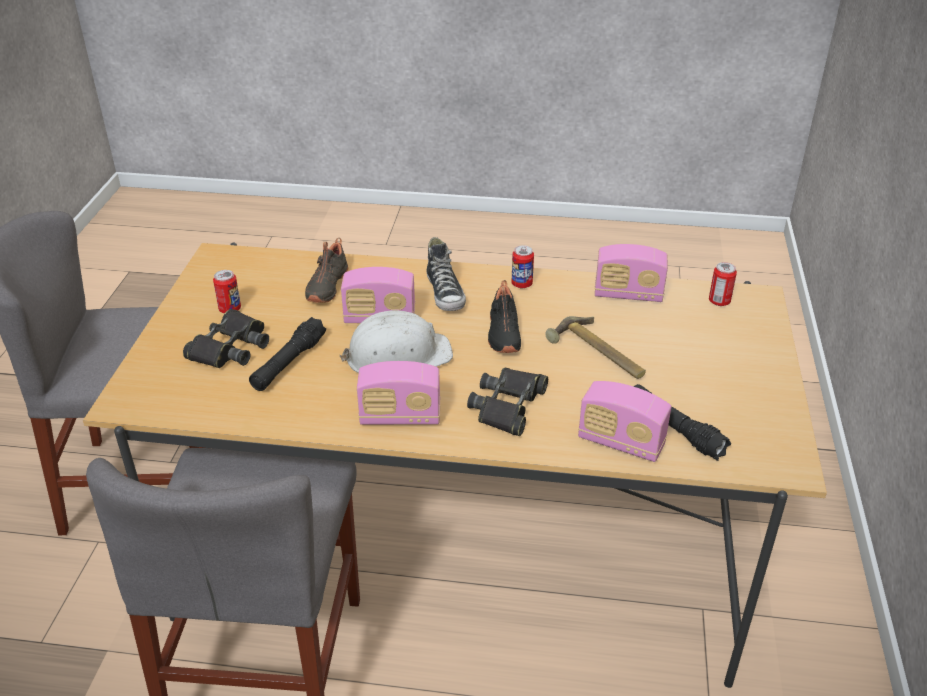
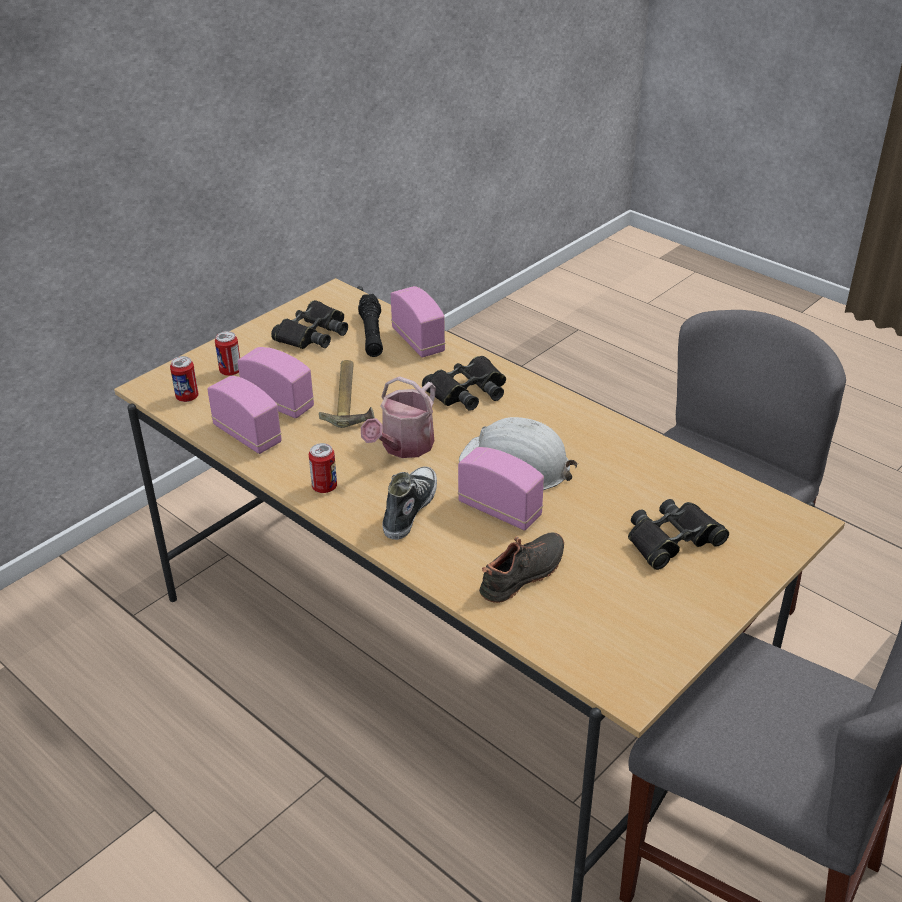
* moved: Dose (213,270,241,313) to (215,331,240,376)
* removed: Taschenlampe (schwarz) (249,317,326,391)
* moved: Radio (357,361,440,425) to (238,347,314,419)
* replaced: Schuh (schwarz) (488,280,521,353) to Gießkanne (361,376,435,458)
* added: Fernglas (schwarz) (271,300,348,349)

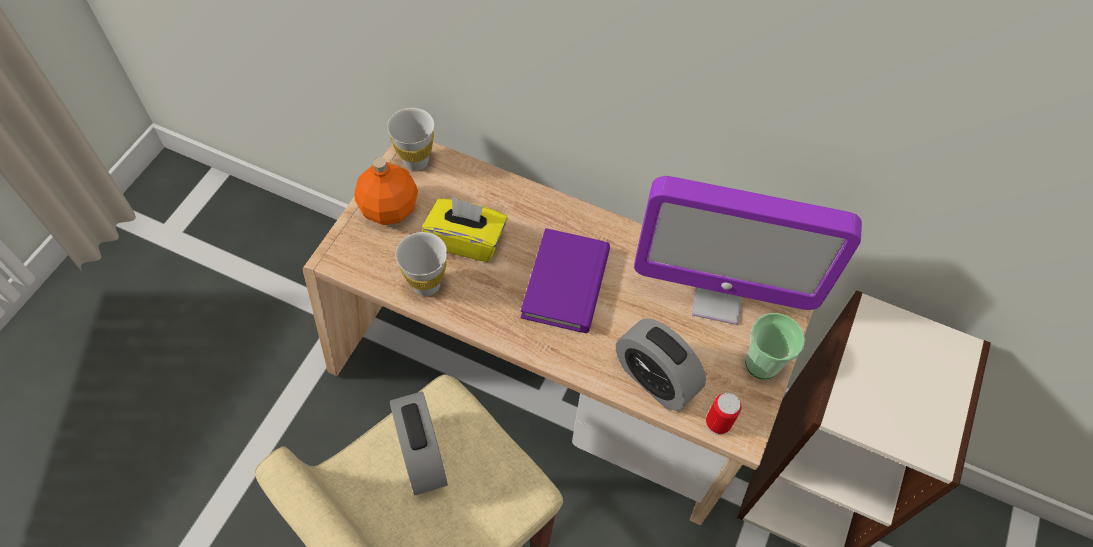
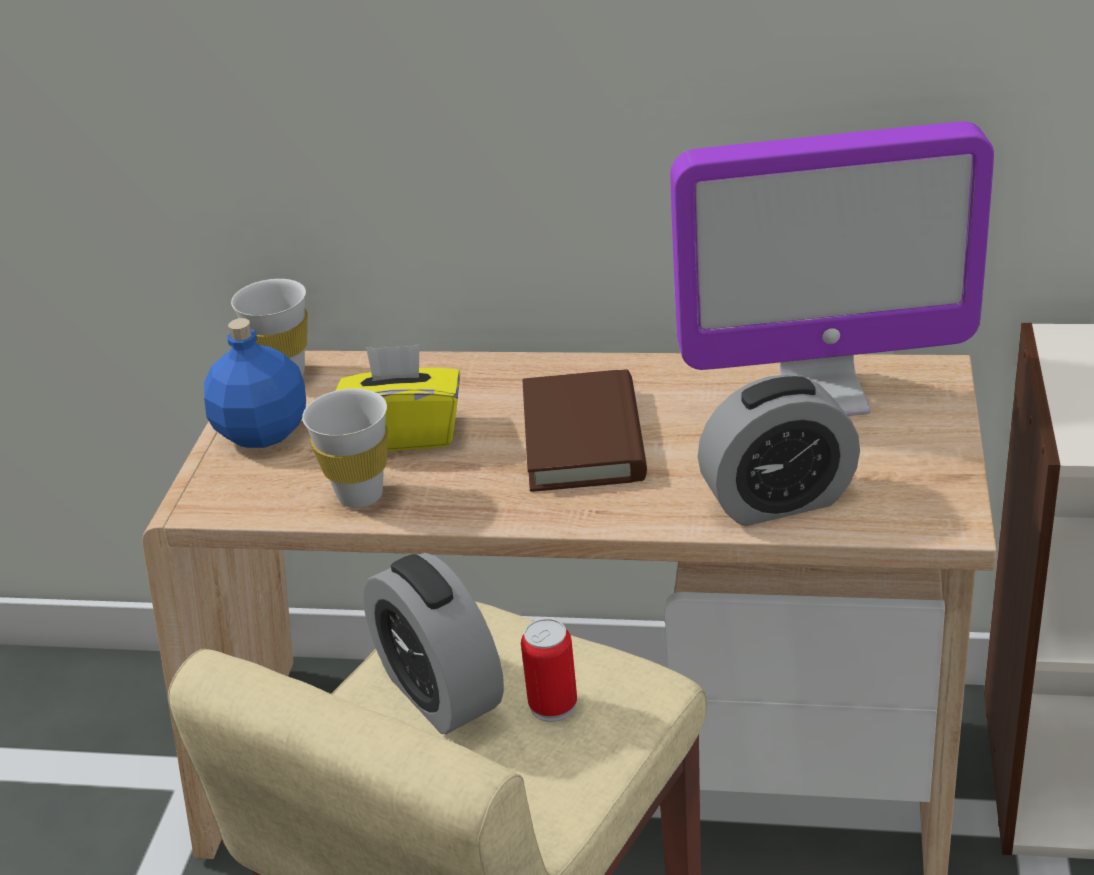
* recoloured: Flasche (orange) (354,157,418,225) to Flasche (blau) (204,318,306,448)
* recoloured: Buch (lila) (521,228,610,333) to Buch (braun) (523,369,647,492)
* turned: Wecker (616,319,706,411) = (698,375,860,526) 45 degrees counterclockwise
* moved: Dose (706,393,742,435) to (521,619,577,722)
* removed: Tasse (745,313,805,379)

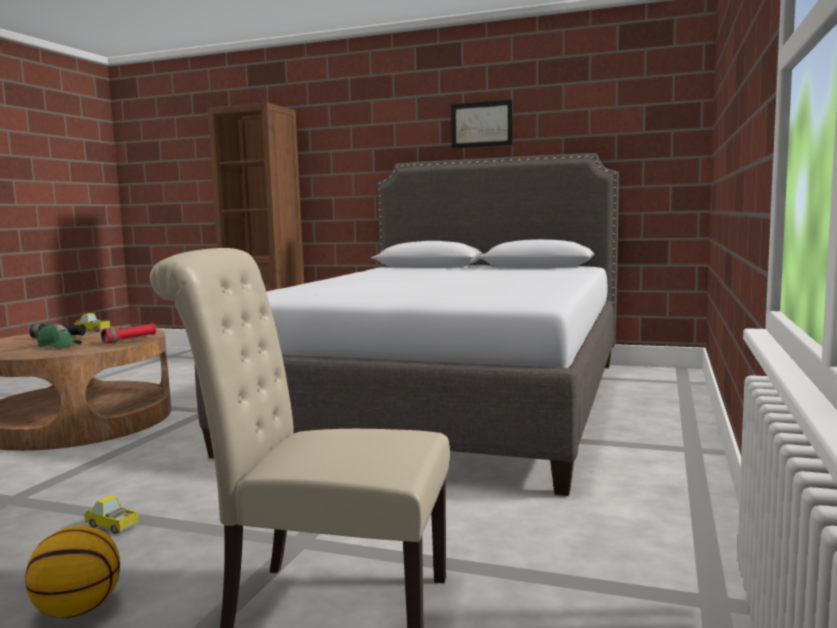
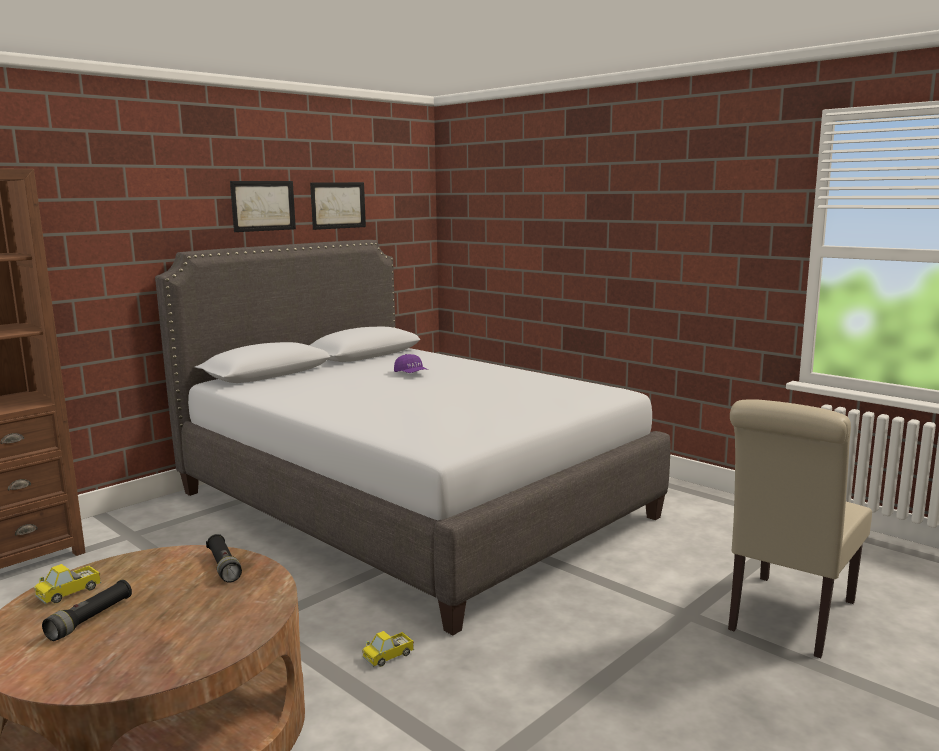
* removed: Basketball (25,526,120,618)
* removed: Kappe (grün) (37,323,82,349)
* moved: Spielzeuglaster (84,495,140,534) to (362,631,414,667)
* recoloured: Taschenlampe (rot) (101,323,156,343) to Taschenlampe (schwarz) (206,534,242,582)
* added: Bild (310,182,366,230)
* added: Kappe (lila) (394,354,428,373)

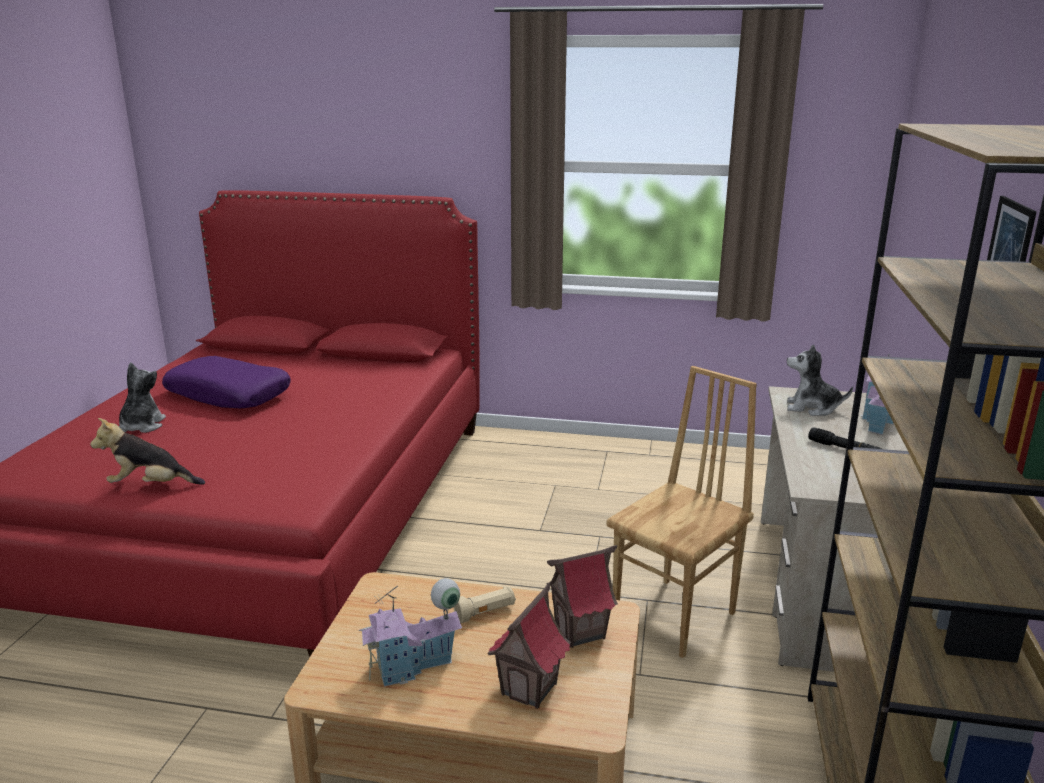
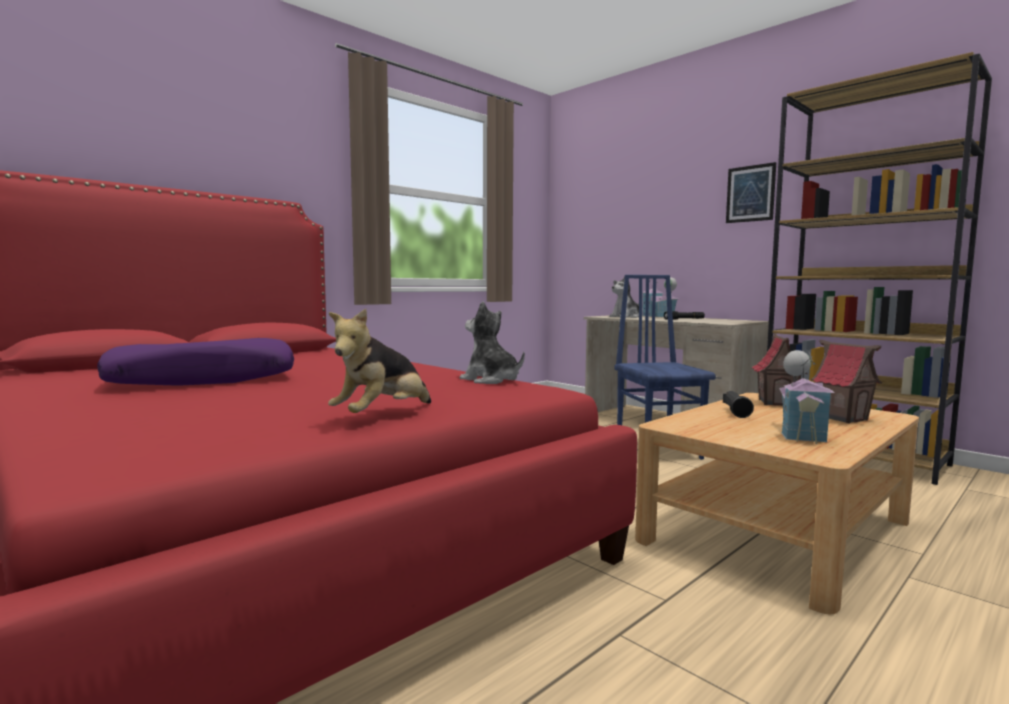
* moved: Plüschtier (119,362,166,433) to (460,301,525,384)
* recoloured: Taschenlampe (beige) (453,586,516,623) to Taschenlampe (schwarz) (723,391,754,418)
* recoloured: Stuhl (braun) (607,366,757,658) to Stuhl (blau) (614,275,716,460)

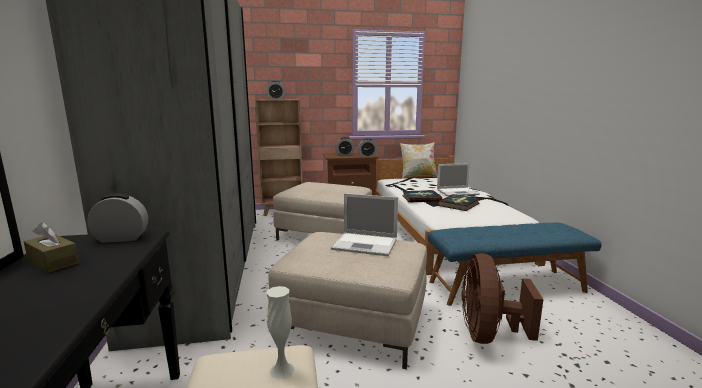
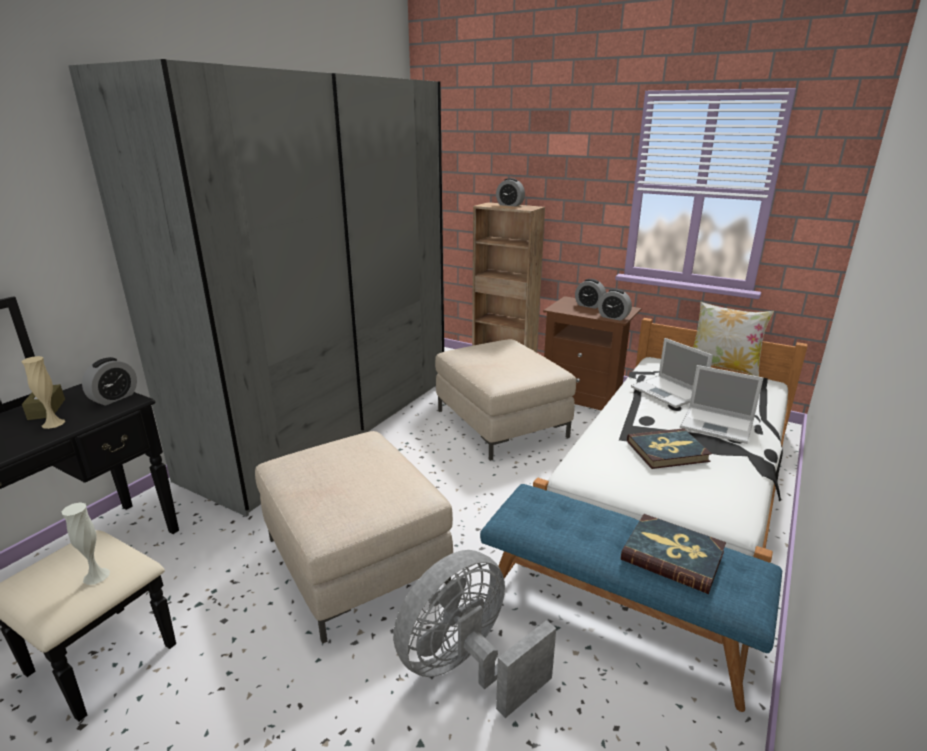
* turned: Wecker (87,194,148,243) = (82,357,137,406) 90 degrees clockwise
* moved: Laptop (331,193,398,256) to (631,338,713,408)
* moved: Buch (402,190,442,203) to (621,514,726,594)
* recoloured: Ventilator (braun) (462,253,543,344) to Ventilator (grau) (393,550,556,718)
* added: Vase (beige) (22,356,65,429)

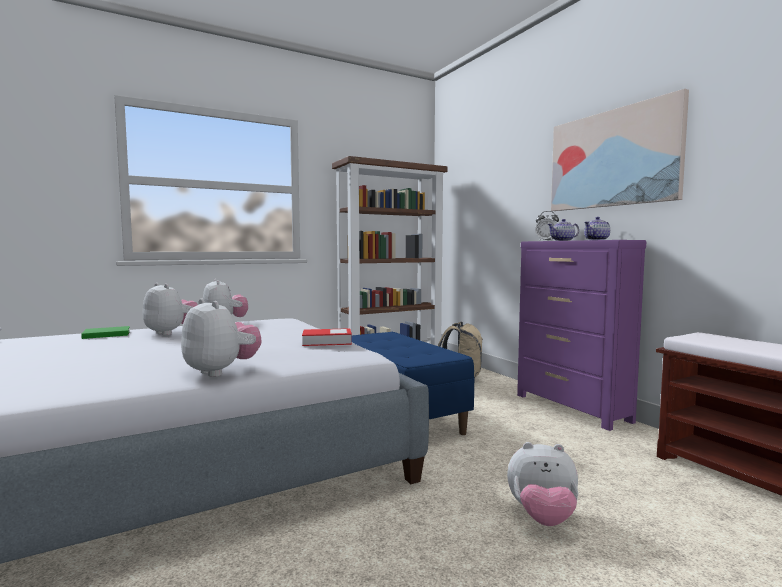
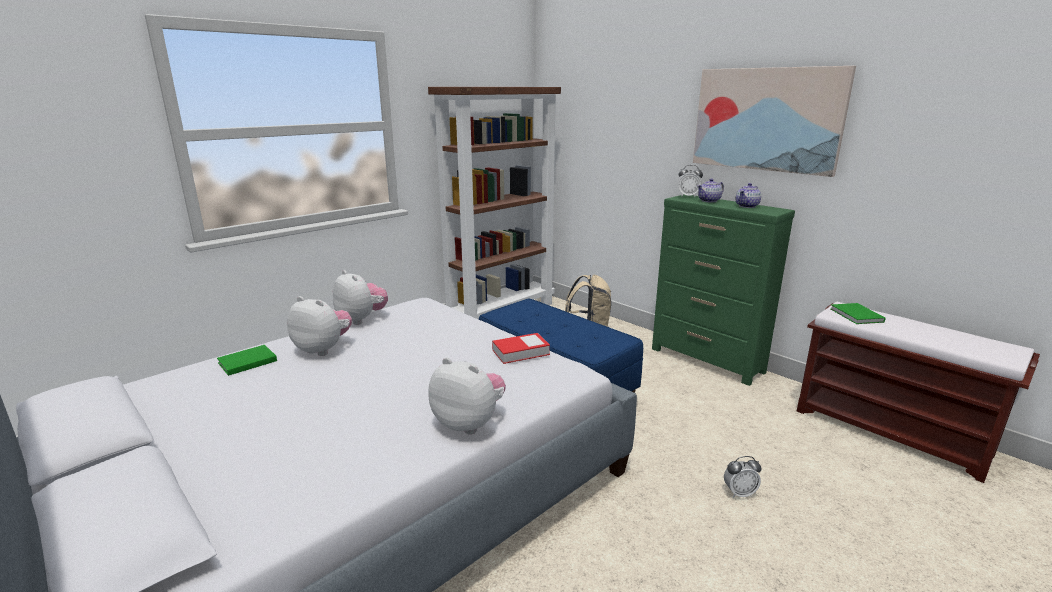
* replaced: Plüschtier (507,442,578,526) to Wecker (724,456,761,498)
* recoloured: Kommode (lila) (517,240,646,431) to Kommode (grün) (652,195,795,386)
* added: Buch (grün) (831,303,885,324)

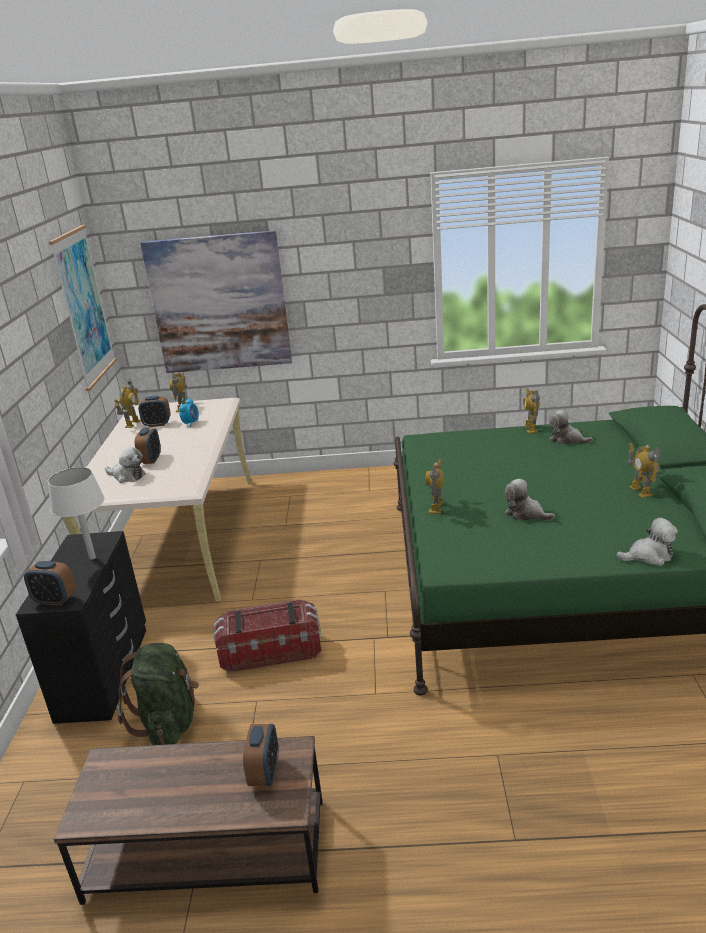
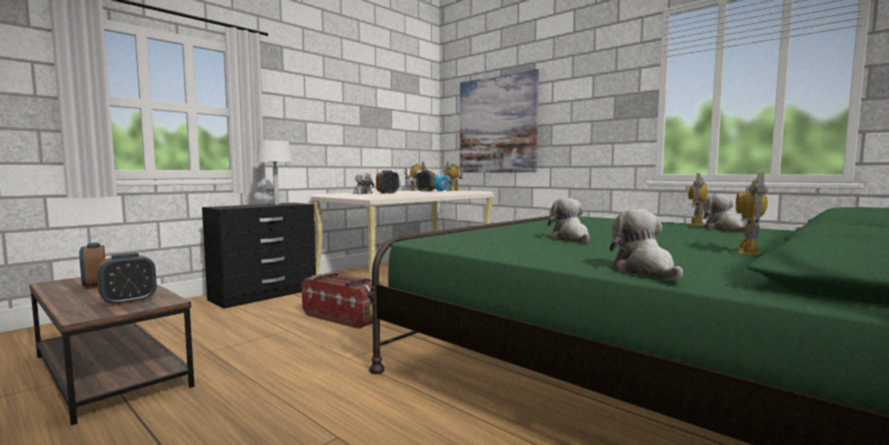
* moved: Wecker (24,561,76,606) to (79,243,105,289)
* removed: Bild (49,225,117,391)
* removed: Rucksack (grün) (117,643,199,745)
* removed: Spielzeugroboter (425,459,444,514)
* turned: Plüschtier (616,517,678,566) = (610,209,683,281) 135 degrees counterclockwise

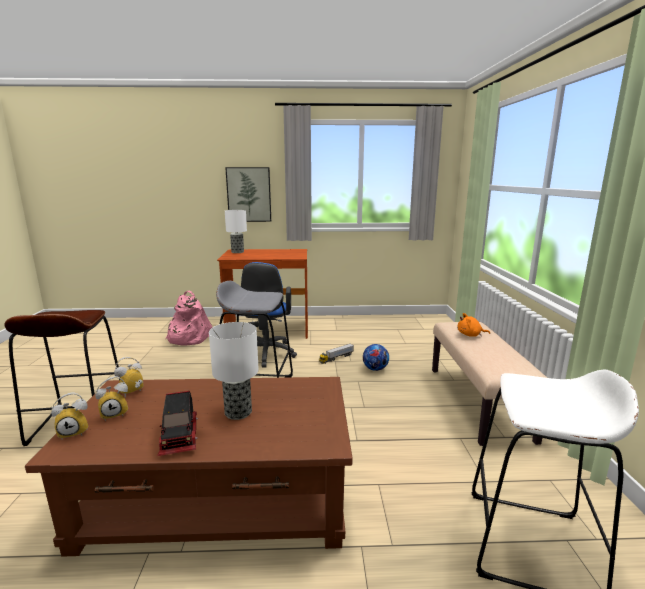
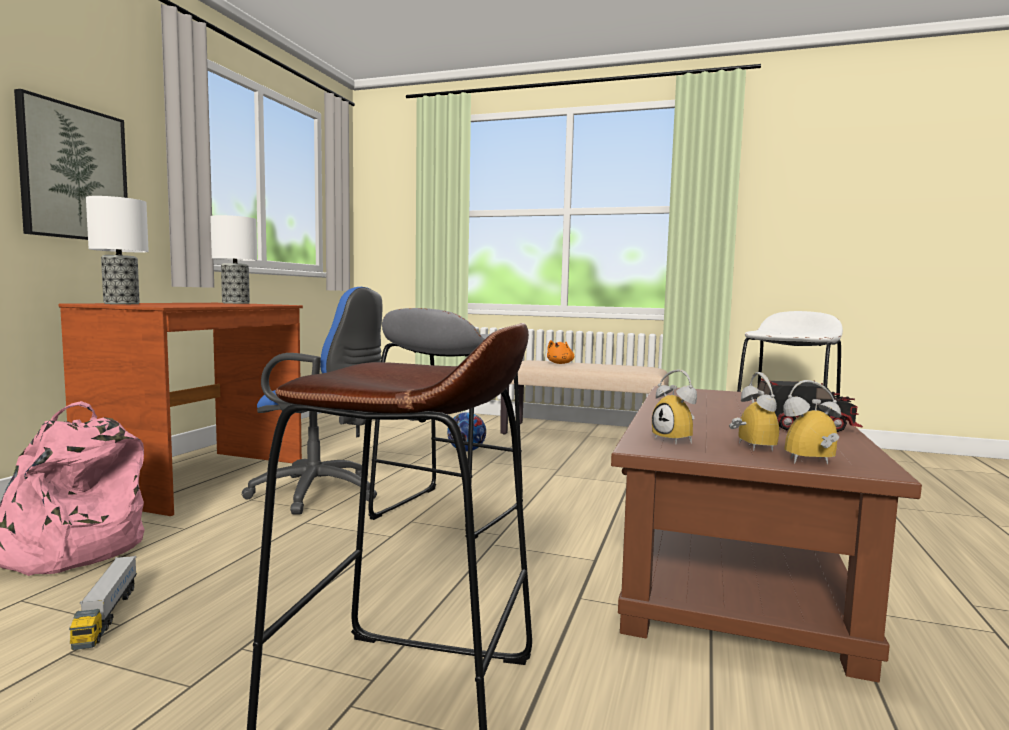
* turned: Wecker (51,392,88,439) = (783,380,841,464) 90 degrees counterclockwise
* moved: Tischlampe (209,322,259,420) to (210,215,257,304)
* moved: Spielzeuglaster (319,344,354,364) to (69,556,137,650)

